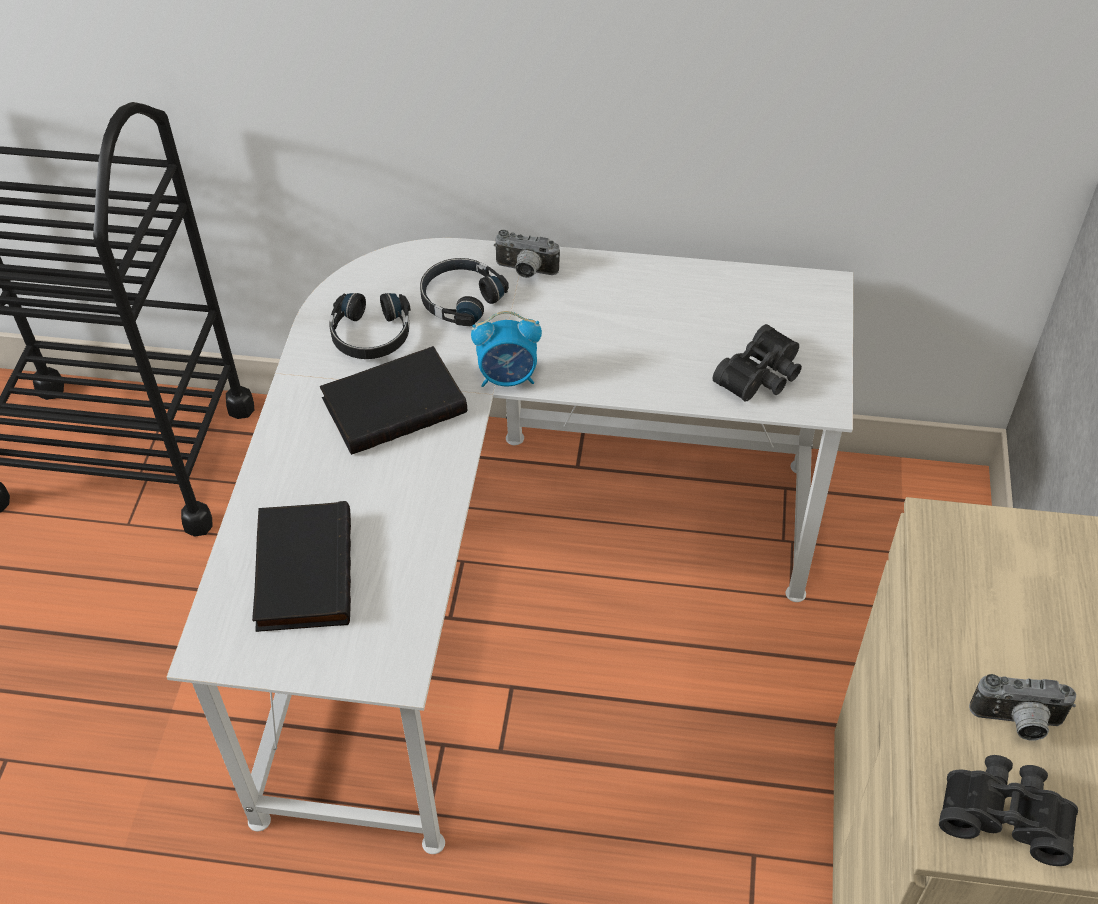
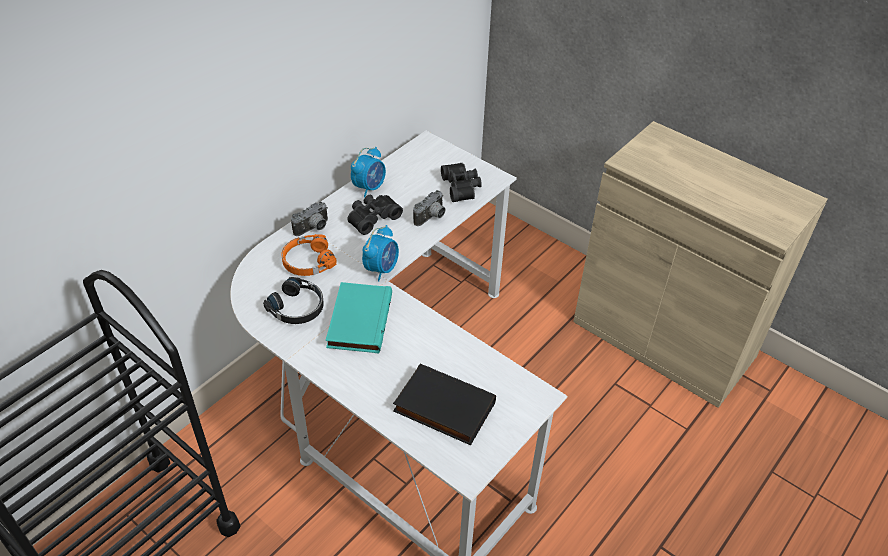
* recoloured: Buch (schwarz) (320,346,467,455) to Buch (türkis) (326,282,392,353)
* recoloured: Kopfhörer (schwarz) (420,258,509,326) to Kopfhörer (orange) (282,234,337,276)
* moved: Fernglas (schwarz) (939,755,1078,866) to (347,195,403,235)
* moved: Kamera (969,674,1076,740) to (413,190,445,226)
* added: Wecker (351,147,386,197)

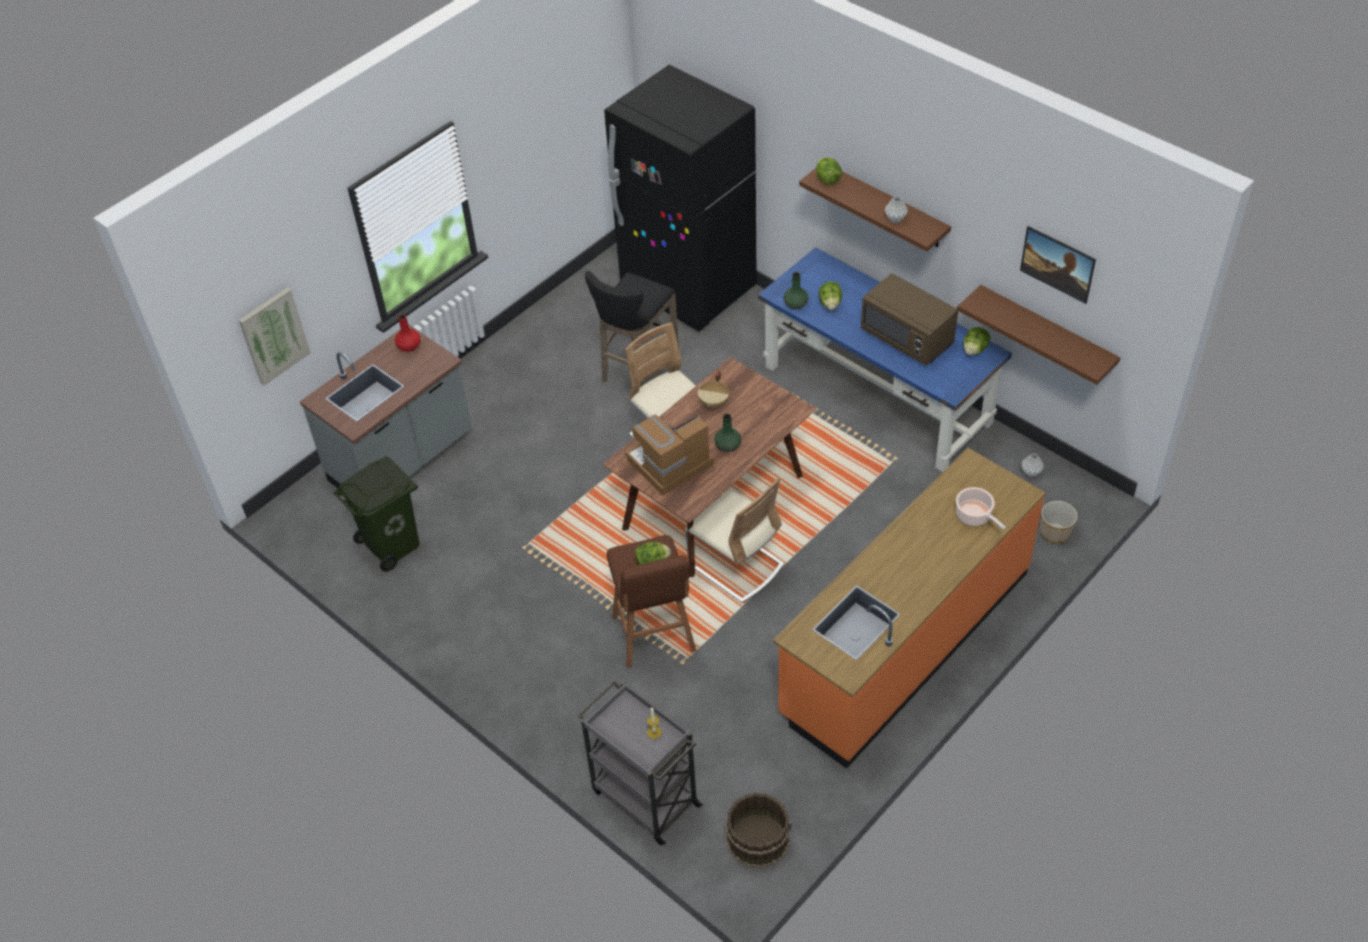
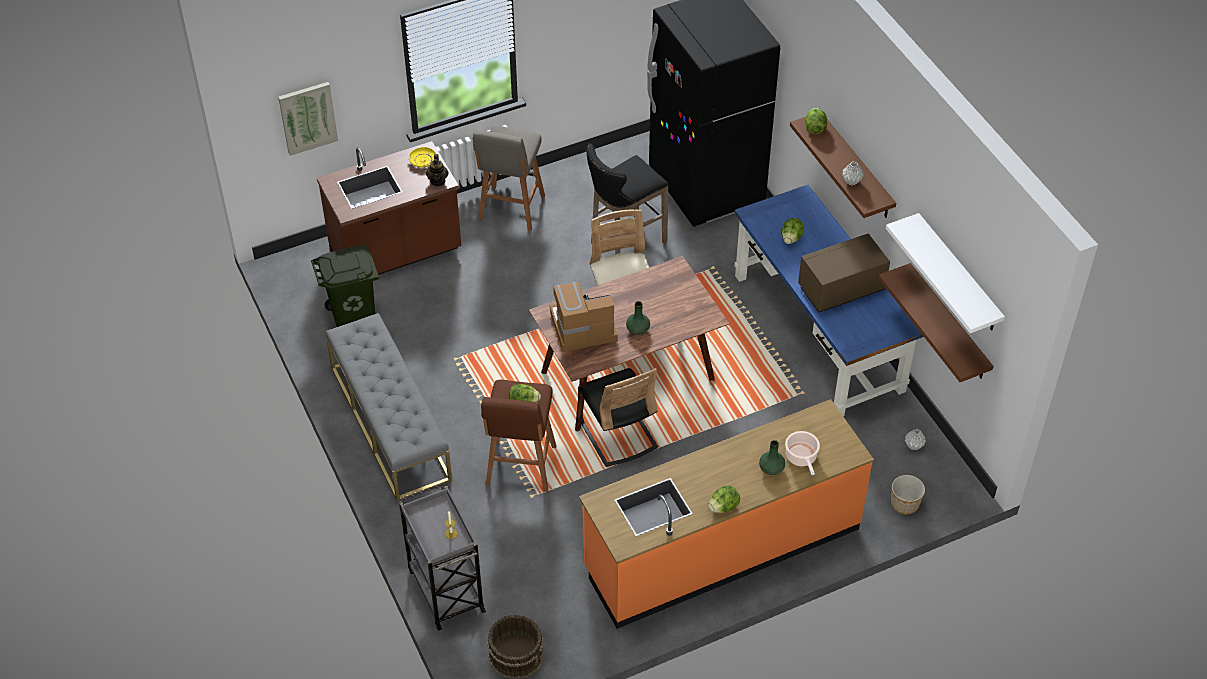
* recoloured: Küchenzeile (grau) (300,324,472,488) to Küchenzeile (braun) (317,141,461,275)
* replaced: Vase (rot) (395,314,421,352) to Teller (gelb) (409,147,436,168)
* recoloured: Stuhl (beige) (685,477,785,603) to Stuhl (schwarz) (578,368,658,467)
* removed: Kochtopf (beige) (698,371,729,408)
* moved: Vase (grün) (783,272,808,309) to (759,440,785,475)
* turned: Mikrowelle (braun) (861,273,958,365) = (798,234,890,313) 90 degrees clockwise
* moved: Salatkopf (963,327,990,355) to (708,486,740,513)
* replaced: Bild (1020,226,1096,304) to Wandregal (weiß) (886,213,1005,333)
* added: Bank (grau) (326,313,452,501)
* added: Teekanne (426,154,449,186)
* added: Hocker (grau) (473,126,545,231)

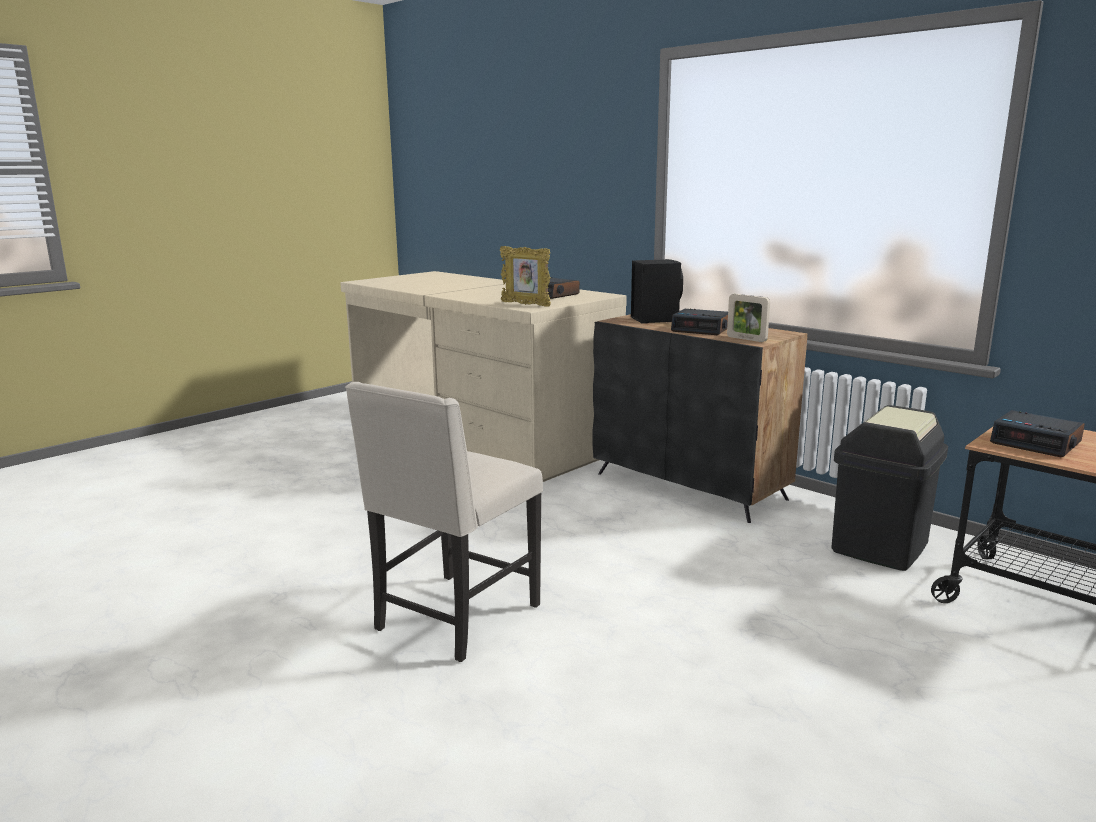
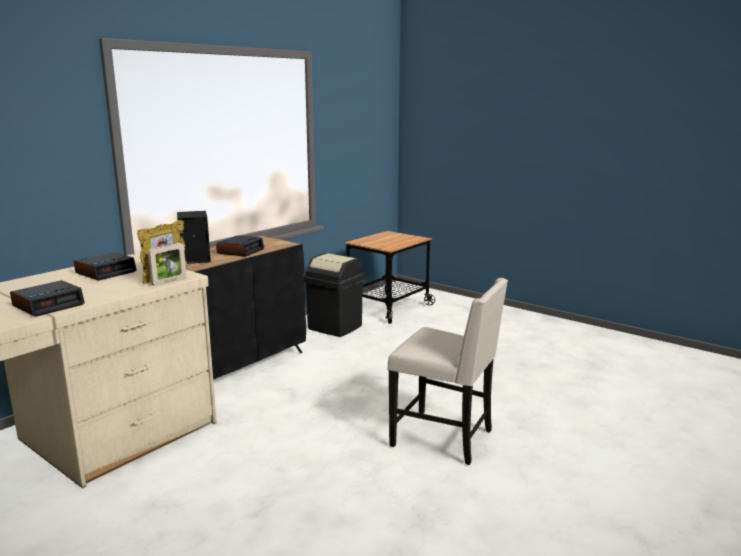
* moved: Bilderrahmen (727,294,770,342) to (148,243,186,286)
* moved: Wecker (990,410,1085,457) to (10,280,85,317)

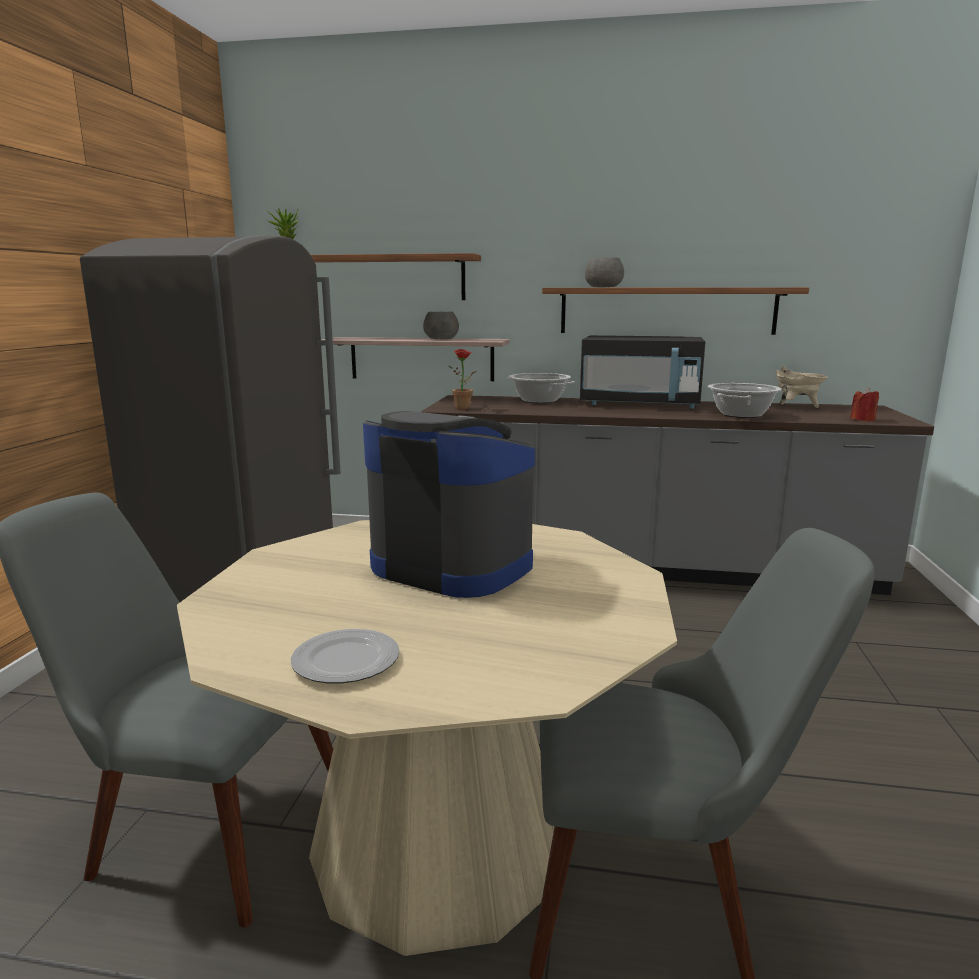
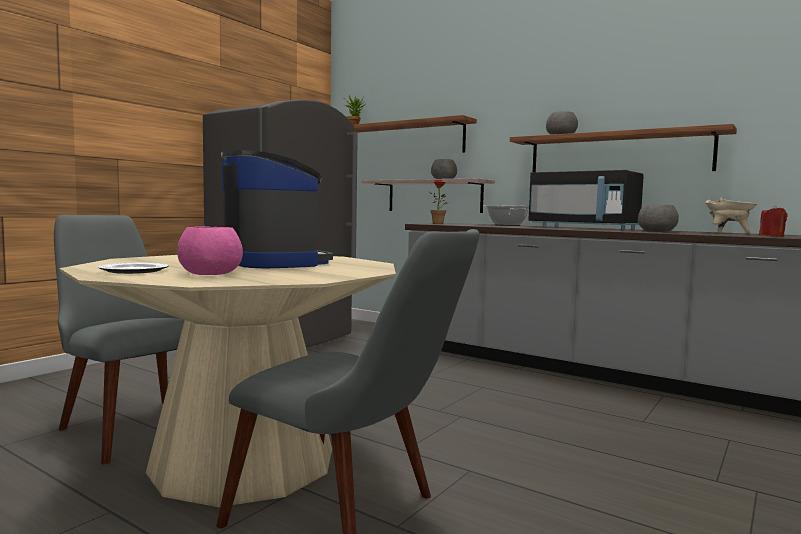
* replaced: Kochtopf (708,383,782,418) to Schüssel (grau) (638,204,679,232)
* added: Schüssel (rosa) (177,226,243,275)

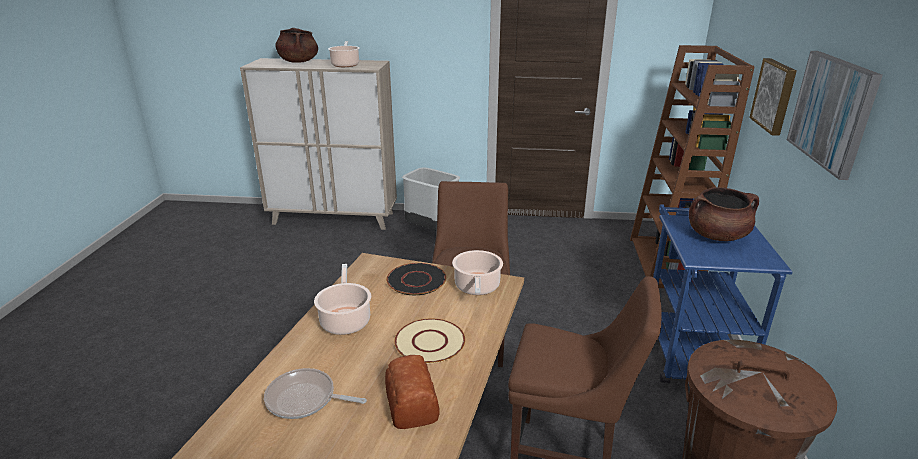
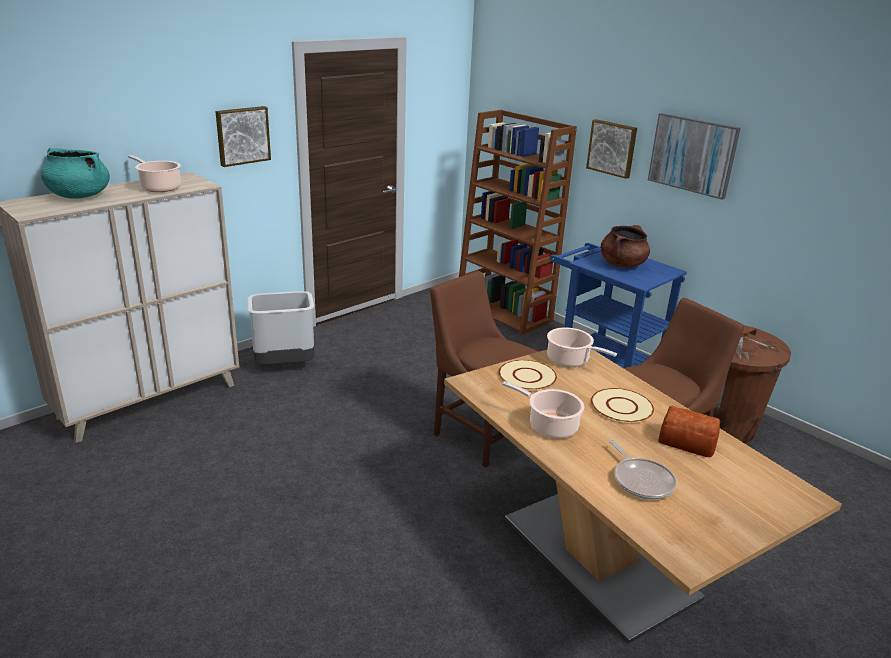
* turned: Pfanne (264,368,367,419) = (609,439,677,500) 75 degrees counterclockwise
* recoloured: Kochtopf (braun) (275,28,318,63) to Kochtopf (türkis) (41,148,110,199)
* recoloured: Teller (schwarz) (386,263,446,295) to Teller (beige) (498,360,557,391)
* added: Bild (215,106,271,167)

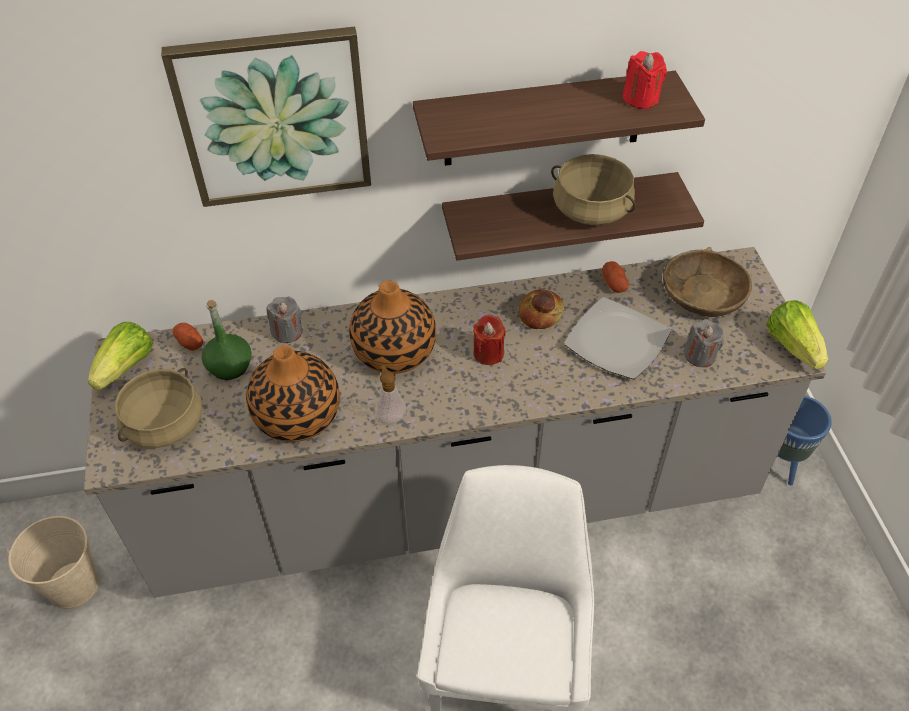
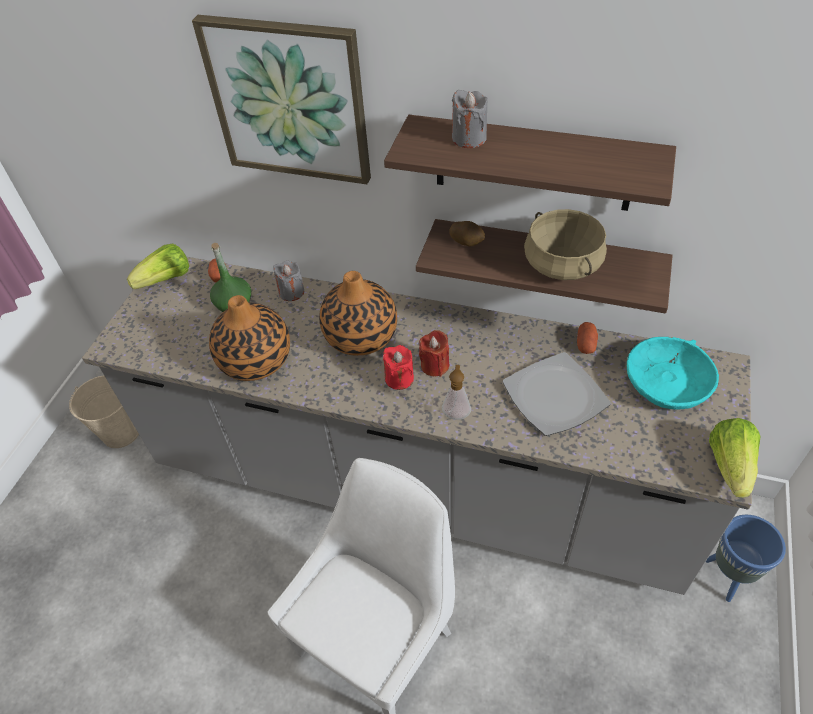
* removed: Kochtopf (beige) (115,368,202,448)
* moved: Seifenspender (376,365,406,425) to (442,365,471,420)
* removed: Brot (519,289,564,329)
* moved: Kerze (rot) (622,51,667,109) to (383,345,414,390)
* recoloured: Schüssel (braun) (663,247,752,317) to Schüssel (türkis) (627,337,719,409)
* moved: Kerze (grau) (684,319,724,367) to (452,90,488,148)
* added: Kartoffel (449,221,485,246)

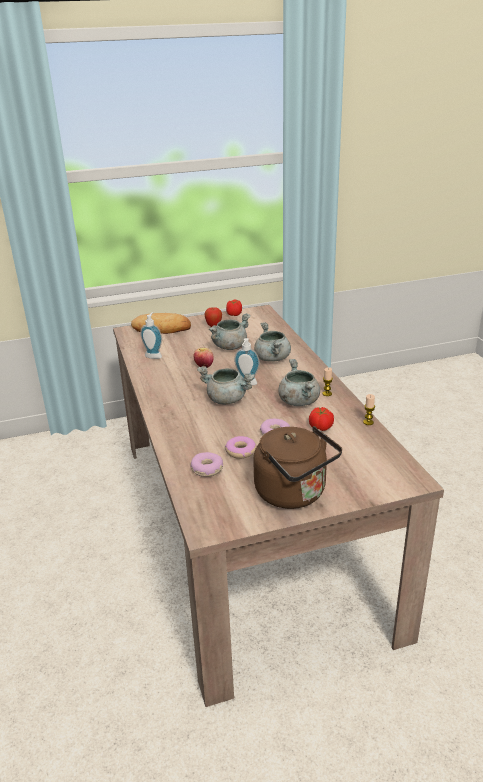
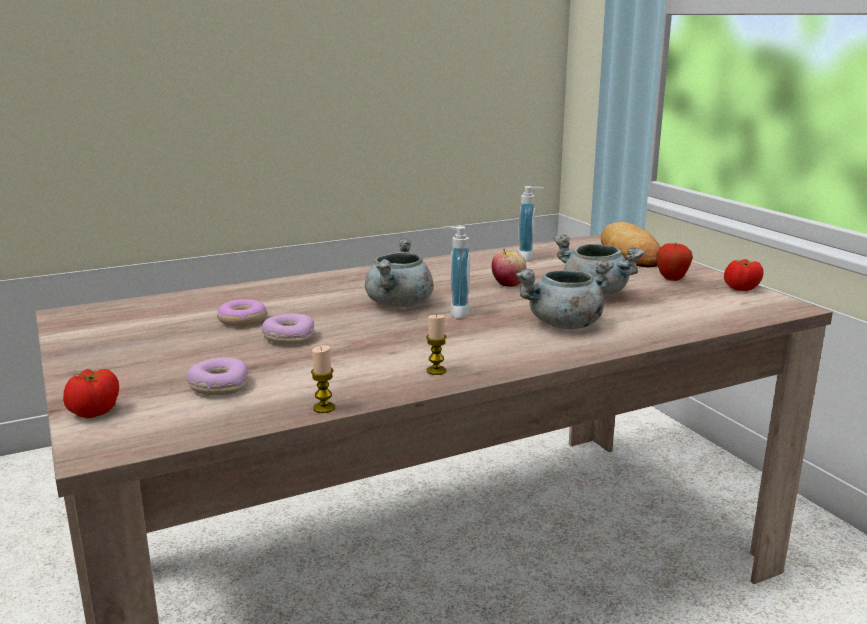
* moved: Donut (191,452,223,477) to (187,358,248,395)
* removed: Wasserkessel (braun) (253,426,342,509)
* removed: Kochtopf (grau) (278,359,320,406)
* moved: Tomate (309,407,334,431) to (63,369,119,418)

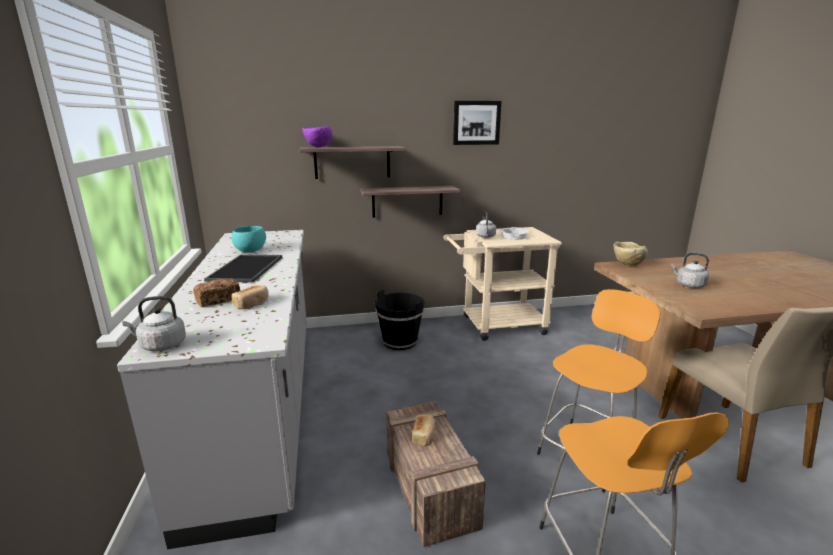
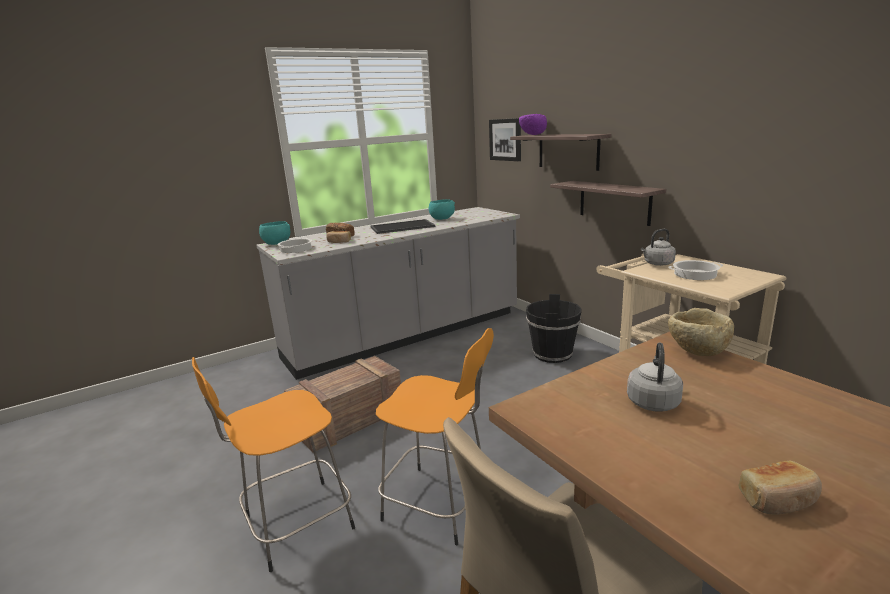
* replaced: Wasserkessel (grau) (122,296,186,351) to Schüssel (türkis) (259,221,290,245)
* moved: Brot (412,414,436,447) to (739,461,822,515)
* moved: Bild (453,101,502,145) to (489,118,521,161)
* added: Kochtopf (278,237,312,253)

